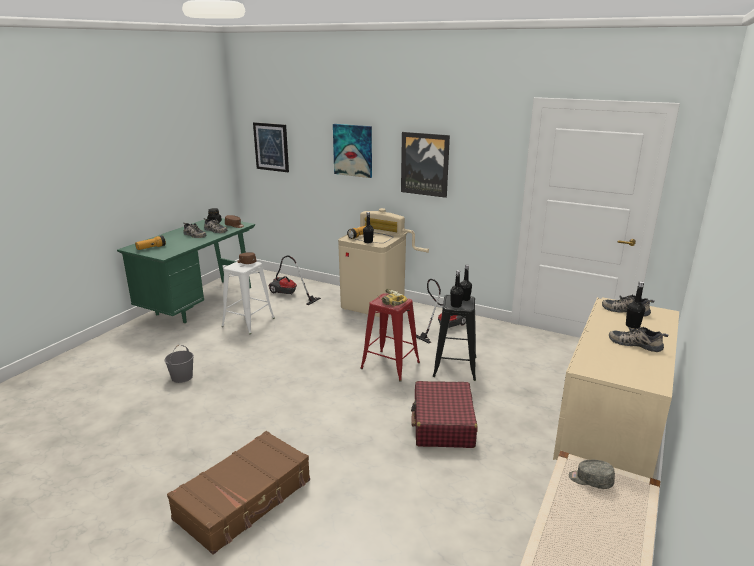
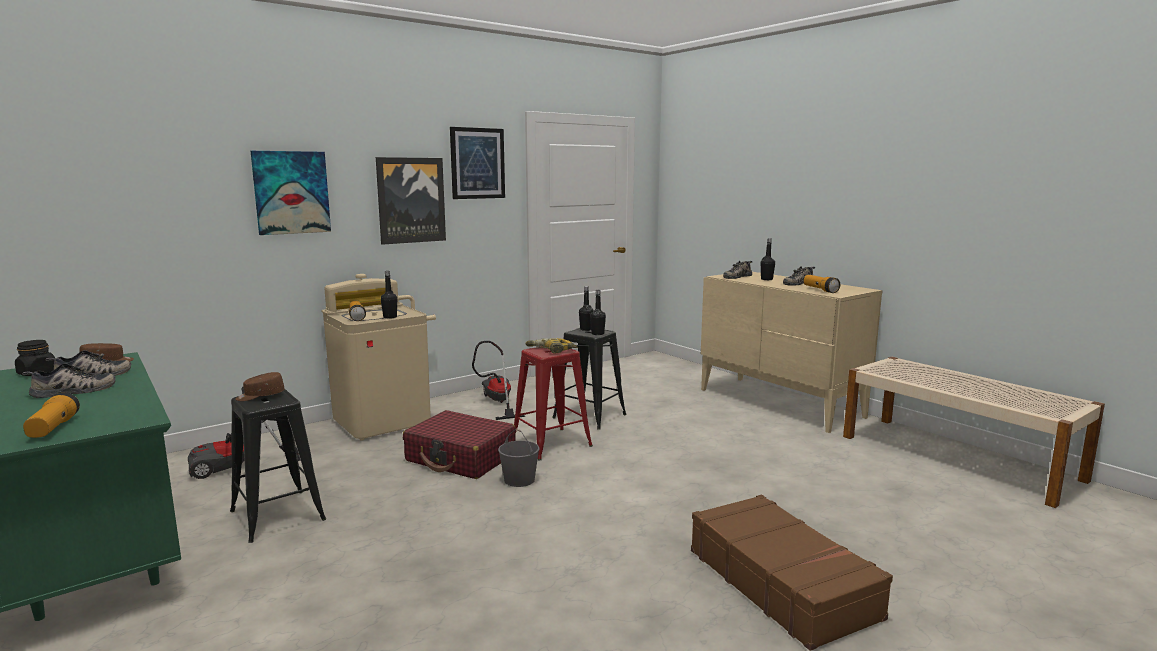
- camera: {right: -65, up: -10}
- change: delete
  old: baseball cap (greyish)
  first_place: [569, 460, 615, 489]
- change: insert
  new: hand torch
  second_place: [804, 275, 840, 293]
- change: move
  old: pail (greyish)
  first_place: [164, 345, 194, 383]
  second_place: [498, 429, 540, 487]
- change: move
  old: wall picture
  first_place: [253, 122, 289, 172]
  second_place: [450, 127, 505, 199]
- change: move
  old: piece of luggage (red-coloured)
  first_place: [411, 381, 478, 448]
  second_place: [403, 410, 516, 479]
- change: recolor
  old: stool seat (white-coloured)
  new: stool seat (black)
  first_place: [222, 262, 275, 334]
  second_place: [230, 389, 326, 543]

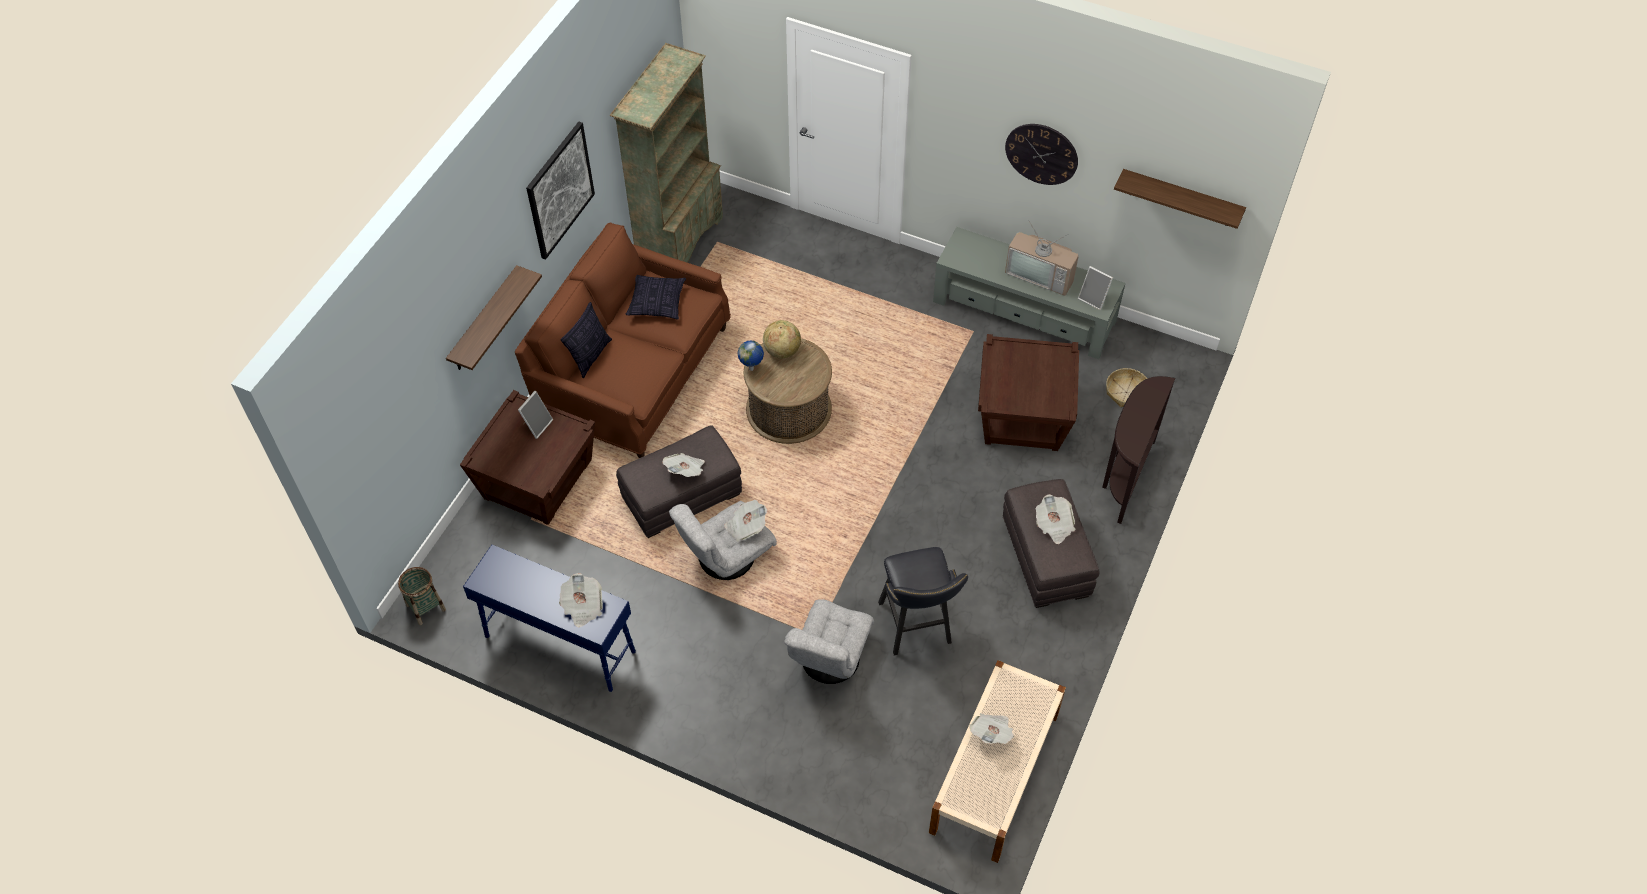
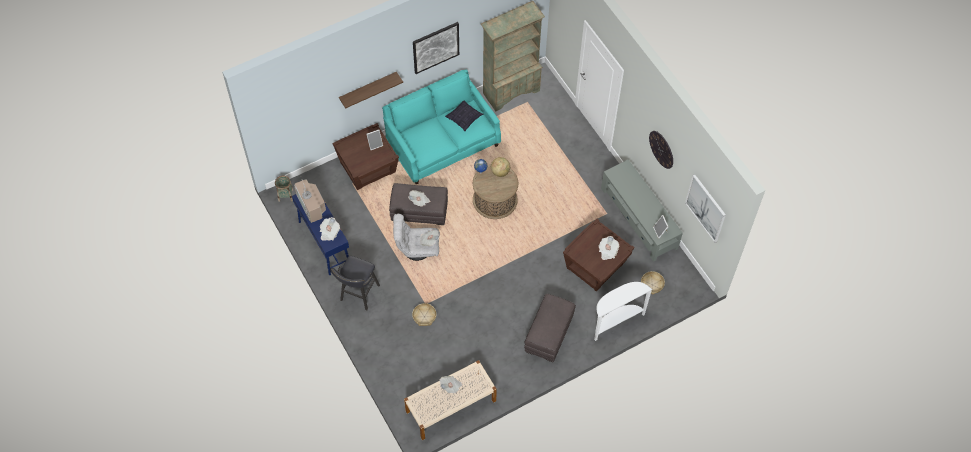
- camera: {right: 35, up: 5}
- change: delete
  old: pillow
  first_place: [561, 302, 612, 378]
- change: move
  old: stool seat (black)
  first_place: [878, 547, 968, 655]
  second_place: [331, 256, 380, 310]
- change: move
  old: television
  first_place: [1005, 220, 1079, 296]
  second_place: [294, 179, 326, 223]
- change: move
  old: printed paper
  first_place: [1036, 494, 1076, 544]
  second_place: [598, 236, 619, 260]
- change: replace
  old: armchair (greyish)
  new: household basket
  first_place: [784, 599, 874, 684]
  second_place: [412, 303, 436, 326]
- change: replace
  old: wall shelf
  new: wall picture
  first_place: [1114, 169, 1246, 229]
  second_place: [685, 174, 726, 243]
- change: recolor
  old: couch (brown)
  new: couch (blue-green)
  first_place: [515, 222, 731, 458]
  second_place: [382, 69, 501, 184]
- change: recolor
  old: hall table (brown)
  new: hall table (white-coloured)
  first_place: [1102, 376, 1175, 524]
  second_place: [594, 282, 653, 341]

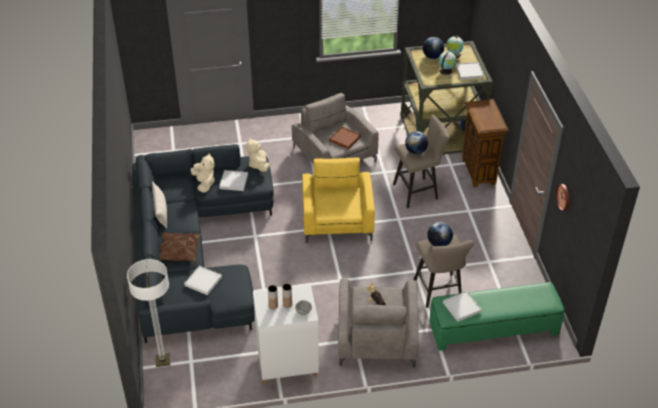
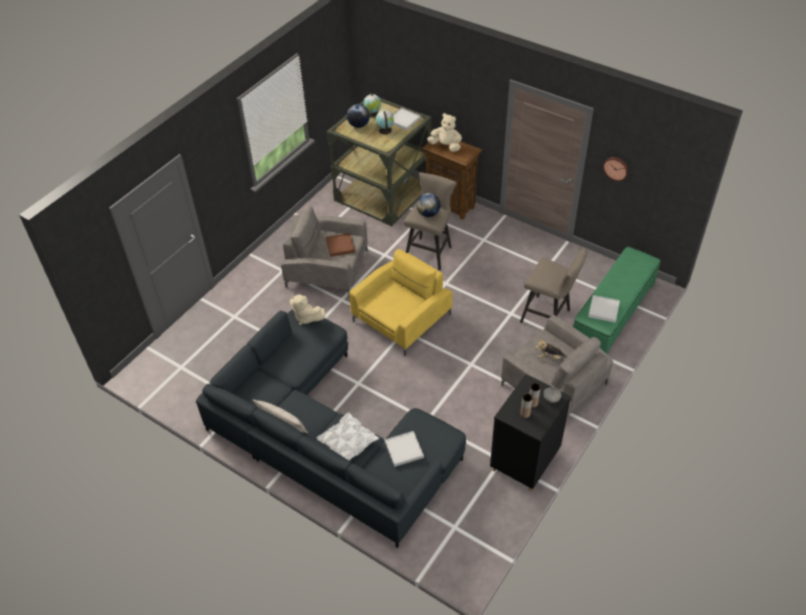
- camera: {right: -45, up: 5}
- change: delete
  old: floor lamp
  first_place: [127, 259, 170, 367]
- change: delete
  old: tray (white-coloured)
  first_place: [219, 170, 248, 191]
- change: delete
  old: world globe
  first_place: [427, 222, 453, 246]
- change: move
  old: soft toy (sand-coloured)
  first_place: [191, 153, 215, 193]
  second_place: [427, 113, 462, 152]
- change: recolor
  old: pillow (brown)
  new: pillow (white-coloured)
  first_place: [160, 232, 200, 262]
  second_place: [317, 412, 379, 461]
- change: recolor
  old: dresser (white-coloured)
  new: dresser (black)
  first_place: [253, 285, 319, 384]
  second_place: [490, 374, 571, 491]
- change: rotate
  old: armchair (yellow-coloured)
  first_place: [302, 157, 375, 243]
  second_place: [349, 249, 452, 356]
  degrees: 90

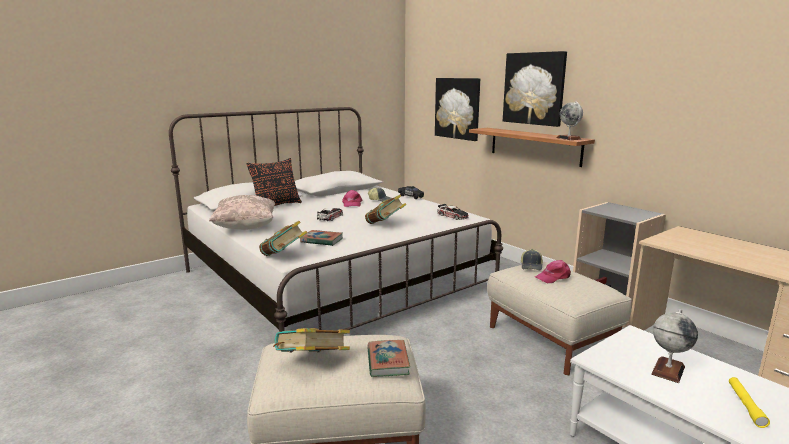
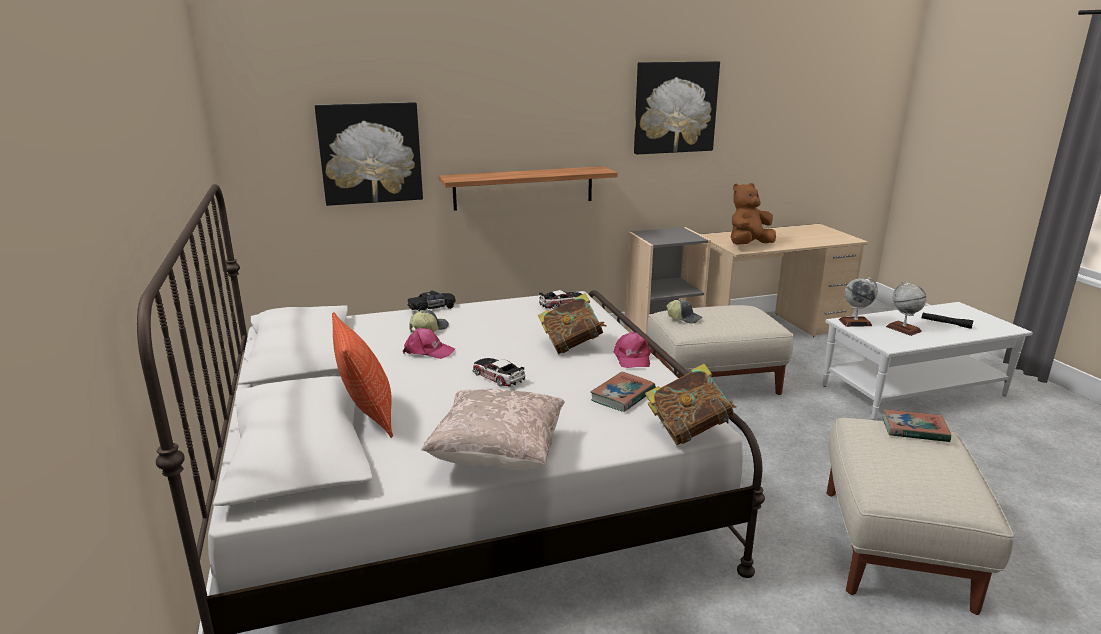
- camera: {right: -70, up: 5}
- change: delete
  old: volume
  first_place: [273, 328, 350, 353]
- change: insert
  new: soft toy (brown)
  second_place: [731, 183, 776, 245]
- change: move
  old: wall picture
  first_place: [503, 51, 567, 127]
  second_place: [634, 61, 720, 155]
- change: move
  old: baseball cap (pink)
  first_place: [535, 260, 571, 283]
  second_place: [614, 332, 651, 368]
- change: move
  old: world globe
  first_place: [557, 101, 583, 140]
  second_place: [839, 277, 878, 327]
- change: recolor
  old: pillow (black)
  new: pillow (orange-coloured)
  first_place: [246, 158, 302, 206]
  second_place: [332, 312, 393, 438]
- change: recolor
  old: hand torch (yellow-coloured)
  new: hand torch (black)
  first_place: [729, 377, 770, 428]
  second_place: [922, 313, 974, 329]

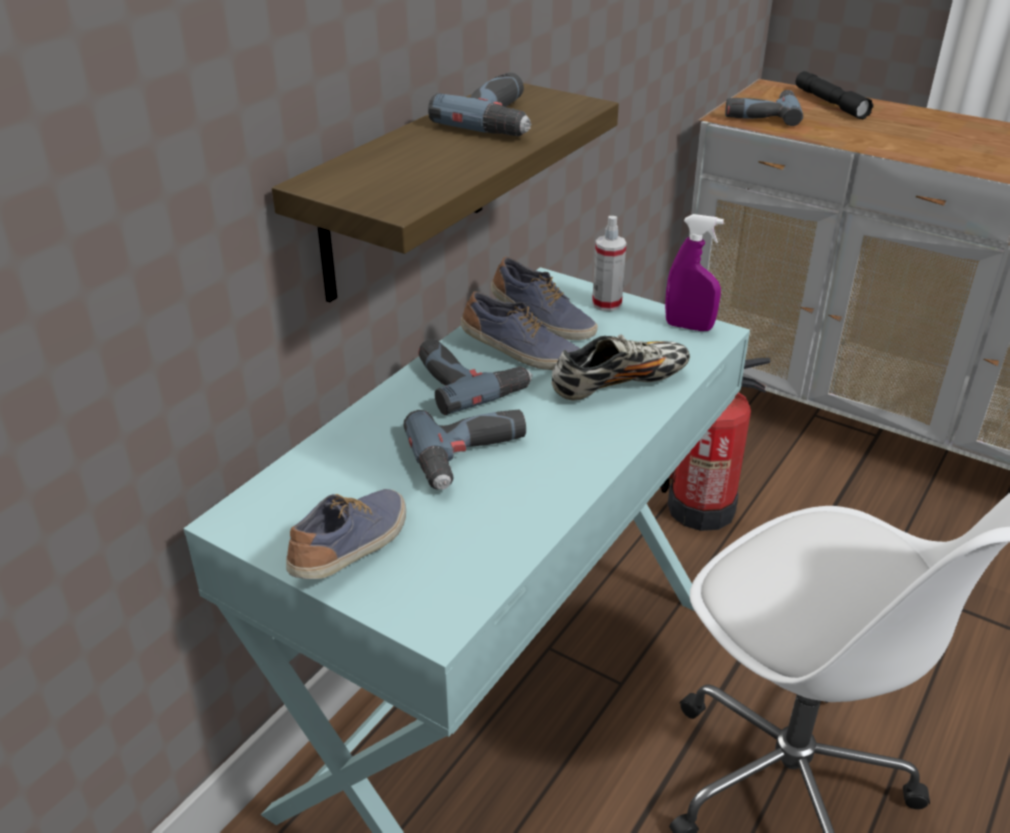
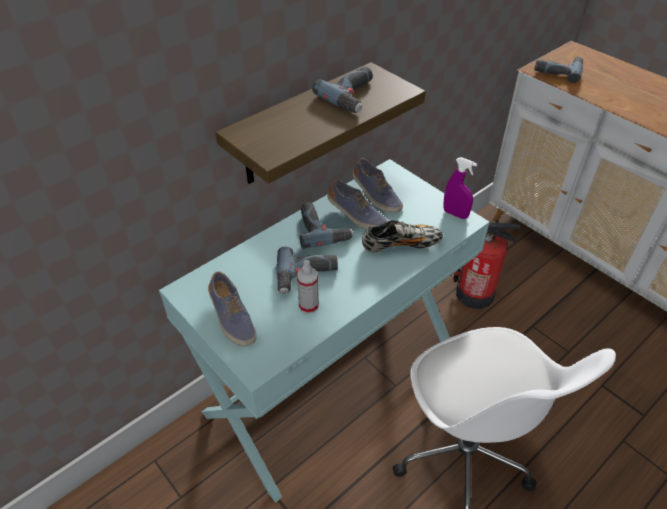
- camera: {right: 15, up: 10}
- change: delete
  old: hand torch (black)
  first_place: [796, 71, 873, 119]
- change: move
  old: spray bottle
  first_place: [592, 216, 626, 311]
  second_place: [297, 260, 319, 314]
- change: rotate
  old: low shoe
  first_place: [286, 489, 406, 579]
  second_place: [208, 271, 257, 346]
  degrees: 105

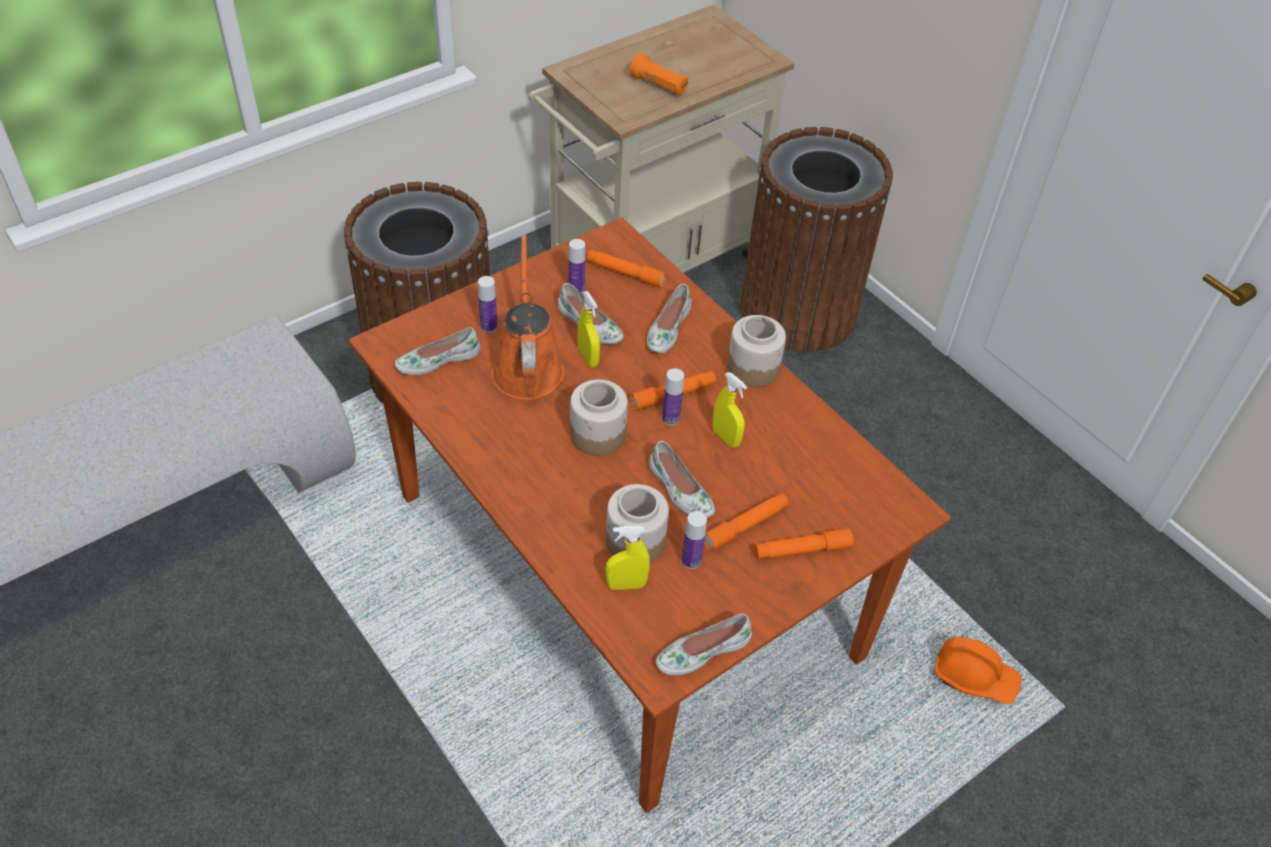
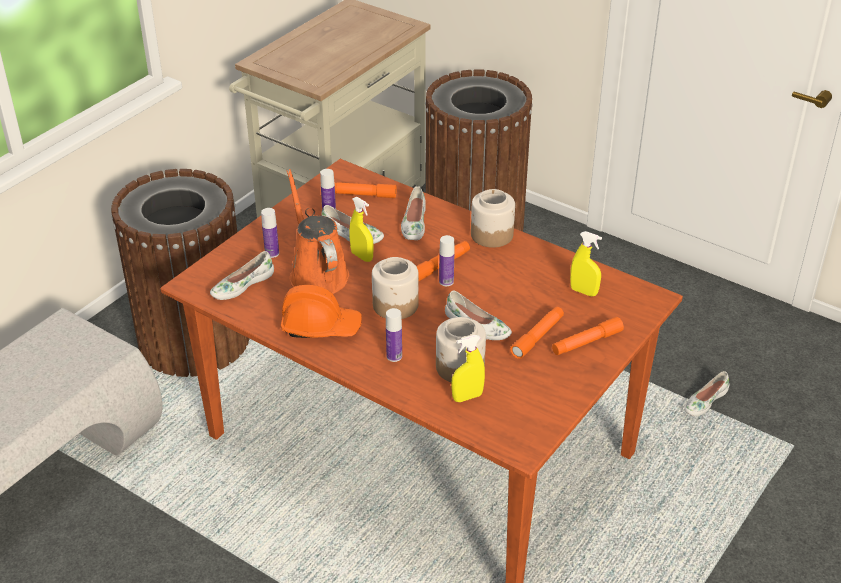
- camera: {right: -15, up: -10}
- change: delete
  old: hand torch (orange-coloured)
  first_place: [629, 53, 688, 95]
- change: move
  old: low shoe (white-coloured)
  first_place: [656, 614, 752, 675]
  second_place: [684, 371, 729, 417]
- change: move
  old: bottle
  first_place: [682, 511, 707, 569]
  second_place: [386, 308, 402, 362]
- change: move
  old: spray bottle (yellow-coloured)
  first_place: [712, 372, 747, 448]
  second_place: [570, 231, 602, 296]
- change: move
  old: hard hat (orange-coloured)
  first_place: [934, 637, 1021, 704]
  second_place: [281, 285, 362, 338]

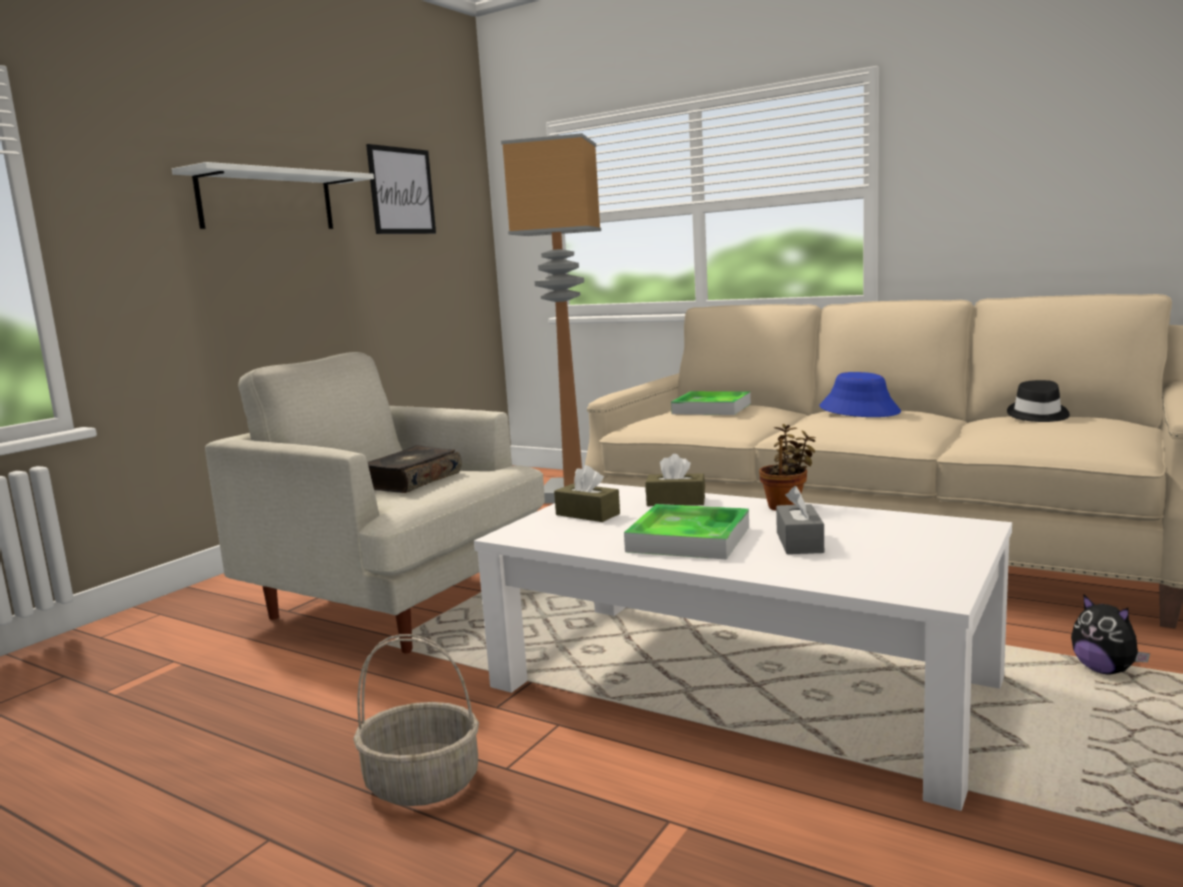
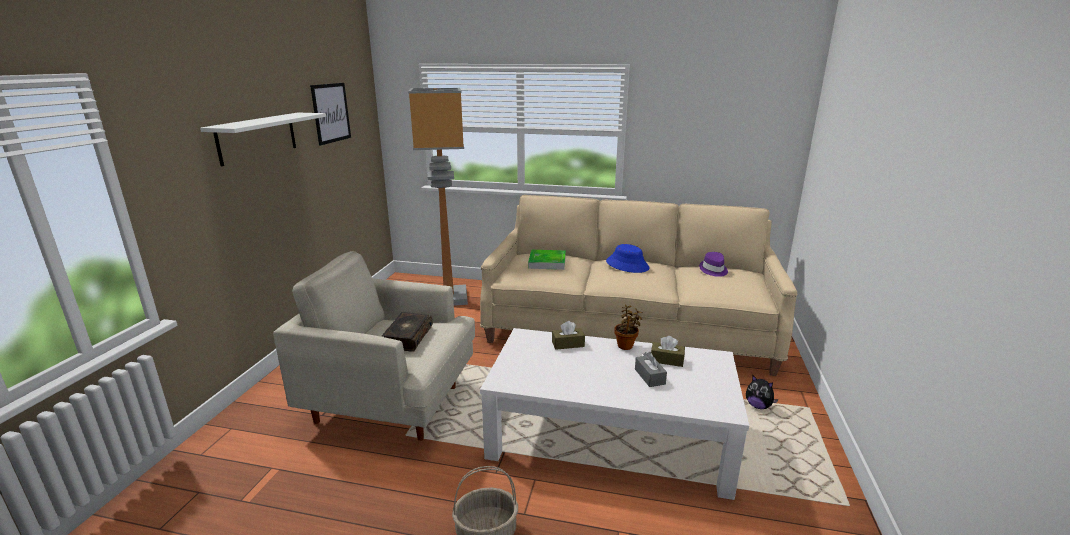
- camera: {right: -20, up: 10}
- change: delete
  old: tray
  first_place: [624, 504, 749, 560]
- change: move
  old: tissue box (brown)
  first_place: [554, 465, 620, 522]
  second_place: [651, 336, 685, 367]
- change: recolor
  old: wearable hat (black)
  new: wearable hat (purple)
  first_place: [1007, 380, 1070, 422]
  second_place: [699, 252, 728, 277]

